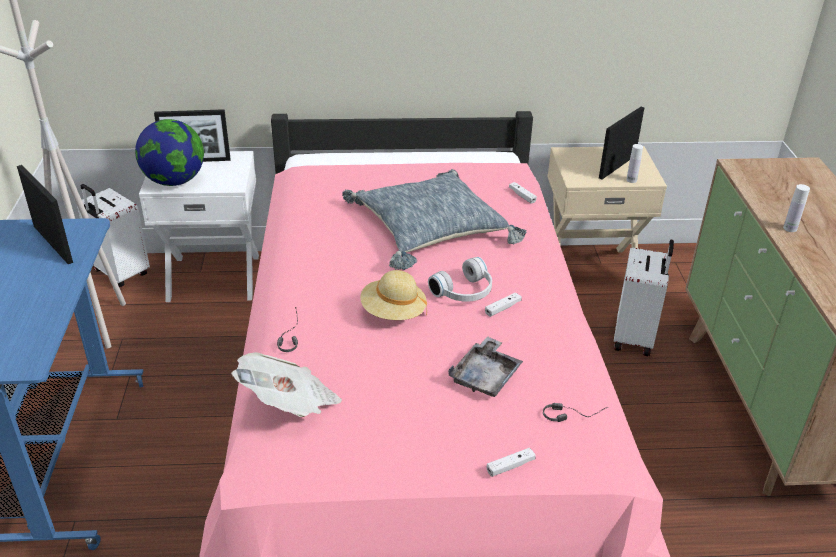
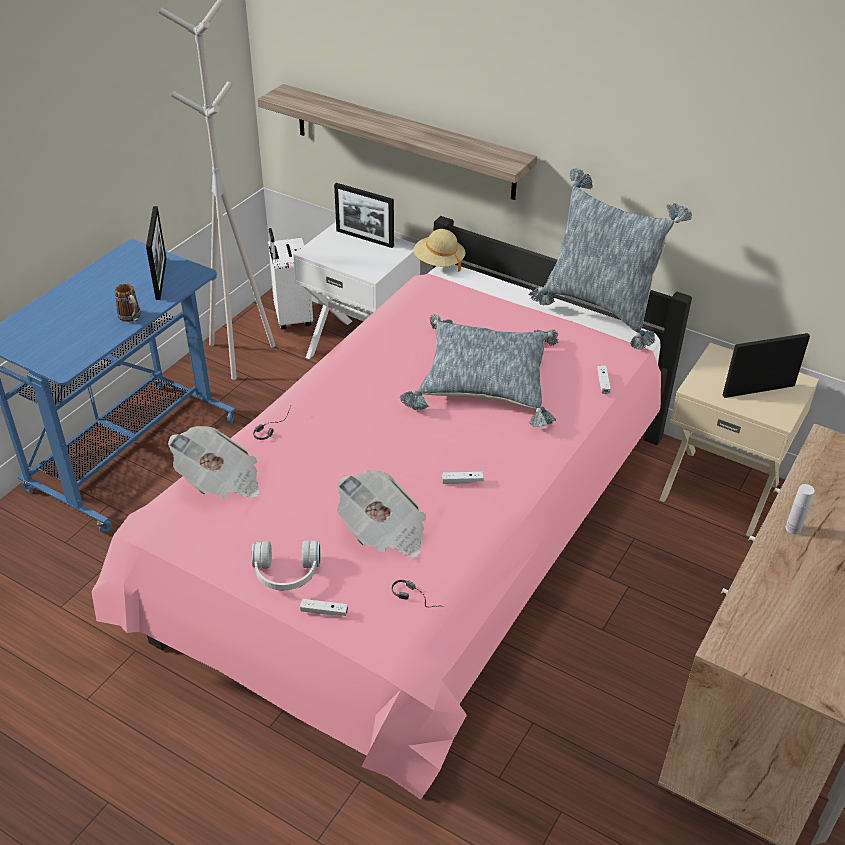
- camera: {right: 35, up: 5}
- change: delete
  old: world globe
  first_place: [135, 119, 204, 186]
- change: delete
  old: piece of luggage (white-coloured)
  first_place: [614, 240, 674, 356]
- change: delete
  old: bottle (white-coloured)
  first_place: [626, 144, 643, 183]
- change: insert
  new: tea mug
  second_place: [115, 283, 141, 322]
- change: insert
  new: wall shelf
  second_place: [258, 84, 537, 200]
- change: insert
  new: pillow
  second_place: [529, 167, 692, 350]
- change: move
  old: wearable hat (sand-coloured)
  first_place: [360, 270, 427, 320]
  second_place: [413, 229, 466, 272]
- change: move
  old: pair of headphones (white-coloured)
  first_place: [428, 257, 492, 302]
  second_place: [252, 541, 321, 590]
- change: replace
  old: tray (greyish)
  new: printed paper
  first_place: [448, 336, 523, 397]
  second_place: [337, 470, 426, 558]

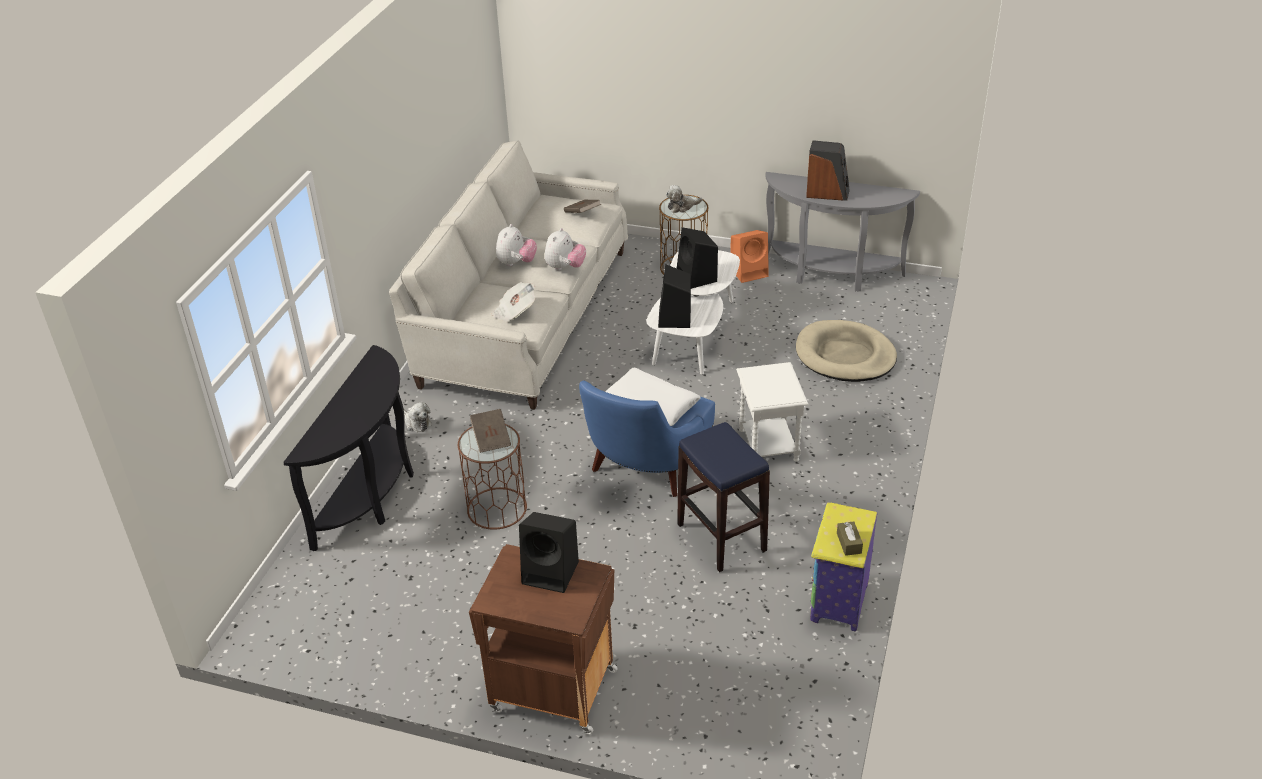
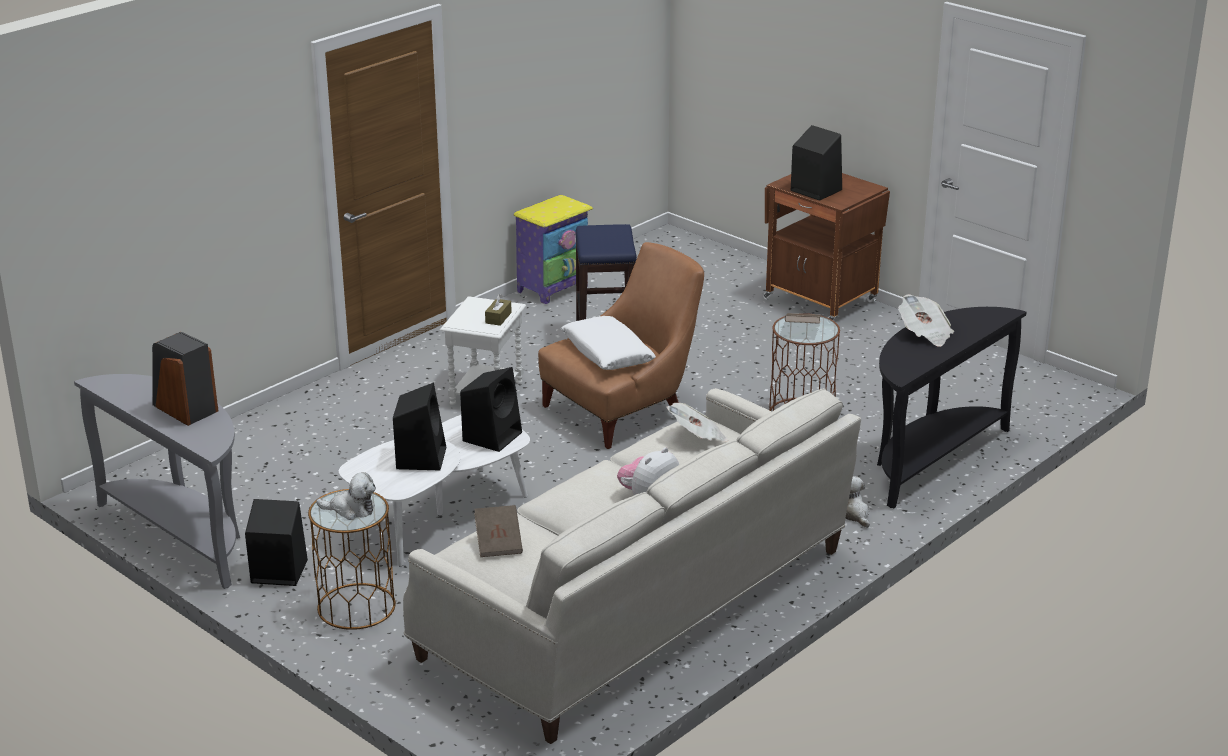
- camera: {right: -155, up: -10}
- change: delete
  old: soft toy
  first_place: [545, 228, 586, 271]
- change: delete
  old: dog cushion (sand-coloured)
  first_place: [796, 320, 897, 382]
- change: insert
  new: printed paper
  second_place: [898, 294, 954, 347]
- change: move
  old: tissue box (brown)
  first_place: [837, 522, 863, 556]
  second_place: [485, 294, 512, 326]
- change: recolor
  old: armchair (blue-coloured)
  new: armchair (brown)
  first_place: [579, 380, 715, 497]
  second_place: [538, 242, 704, 449]
- change: recolor
  old: loudspeaker (orange-coloured)
  new: loudspeaker (black)
  first_place: [730, 230, 769, 283]
  second_place: [245, 499, 308, 586]

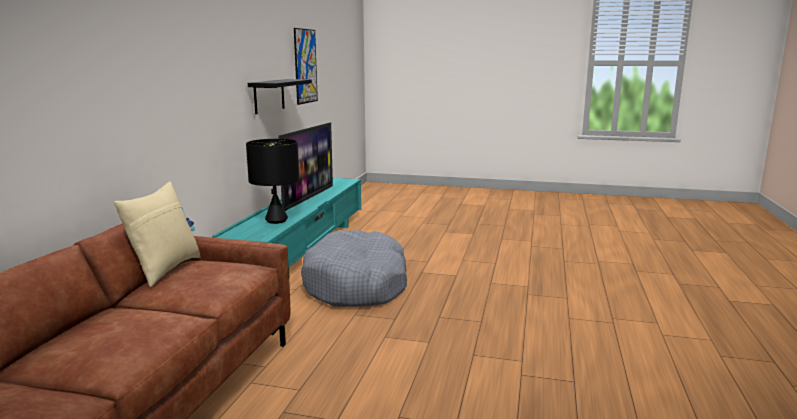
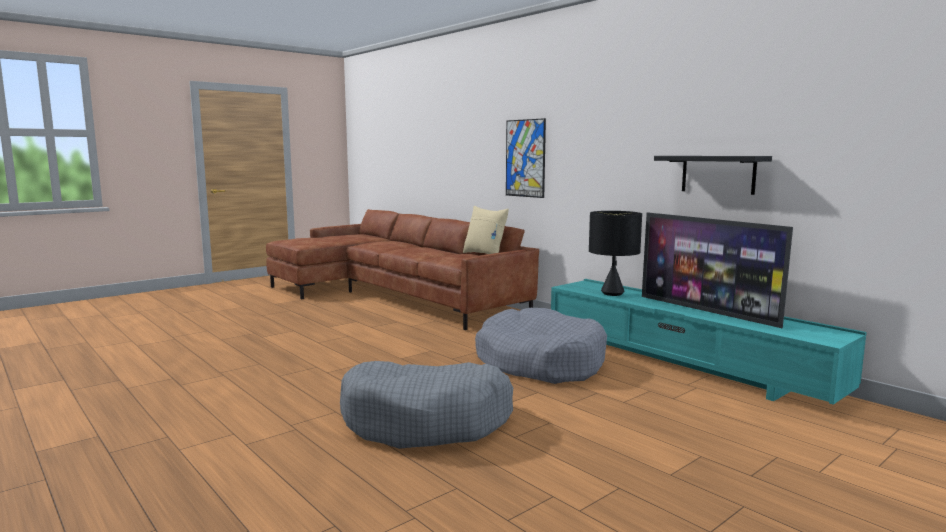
- camera: {right: 125, up: -5}
- change: insert
  new: dog cushion (greyish)
  second_place: [340, 361, 513, 449]
- change: move
  old: wall picture
  first_place: [294, 28, 318, 105]
  second_place: [506, 118, 546, 198]

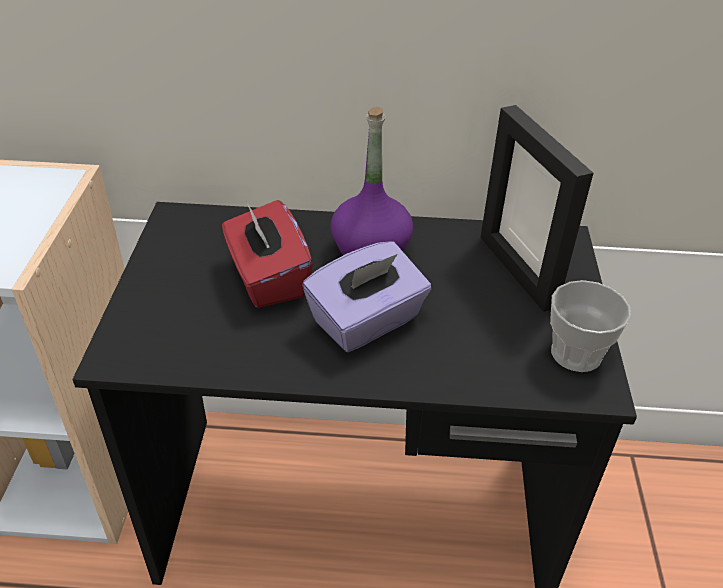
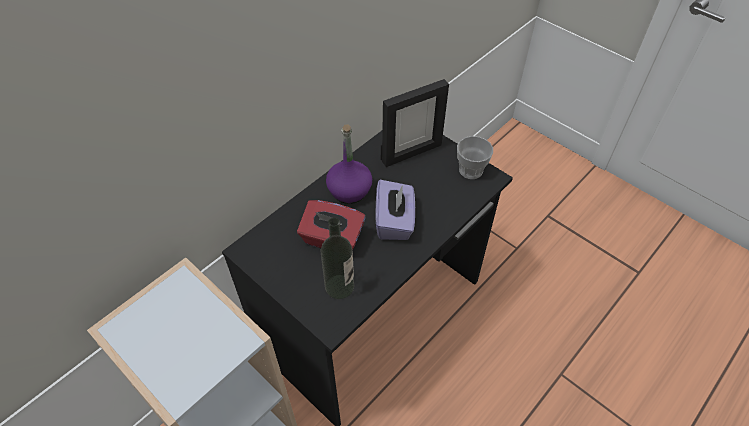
- camera: {right: -50, up: 10}
- change: insert
  new: bottle
  second_place: [321, 218, 354, 299]
- change: rotate
  old: photo frame
  first_place: [481, 105, 593, 312]
  second_place: [381, 79, 449, 167]
  degrees: -45

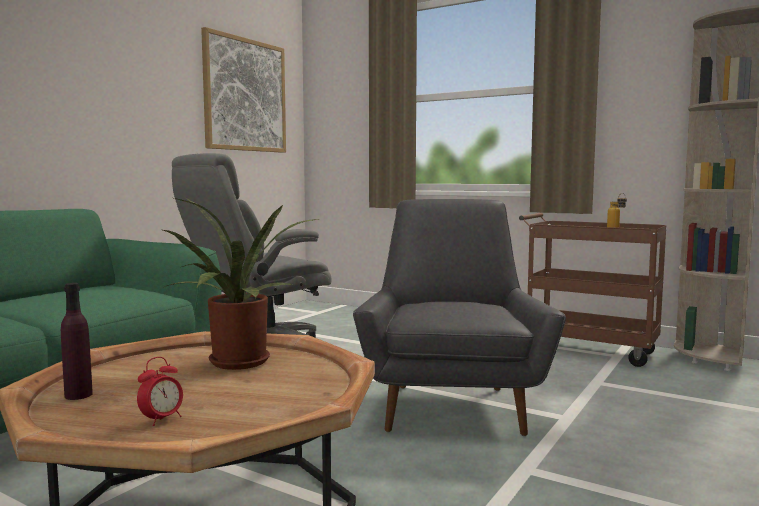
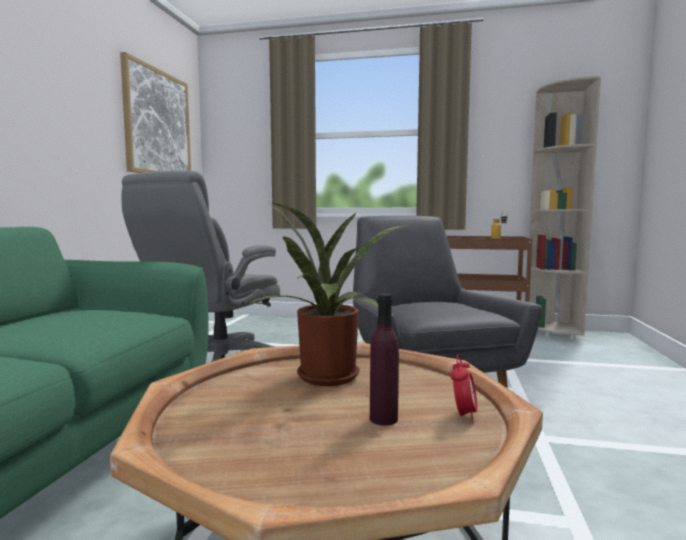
- camera: {right: -20, up: 0}
- change: move
  old: bottle (purple)
  first_place: [61, 283, 93, 400]
  second_place: [370, 293, 399, 426]
- change: move
  old: table clock
  first_place: [137, 357, 183, 426]
  second_place: [450, 354, 478, 423]

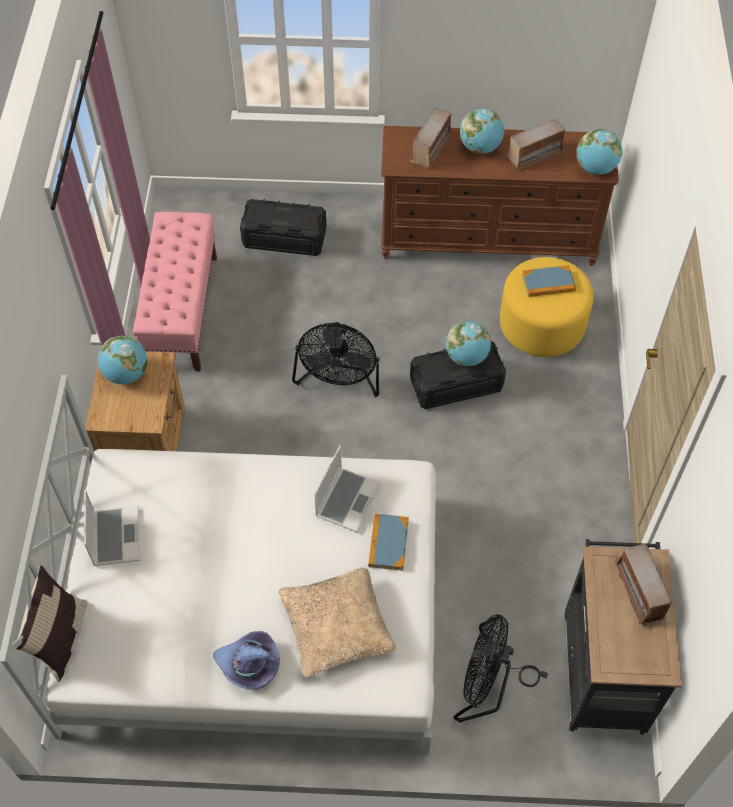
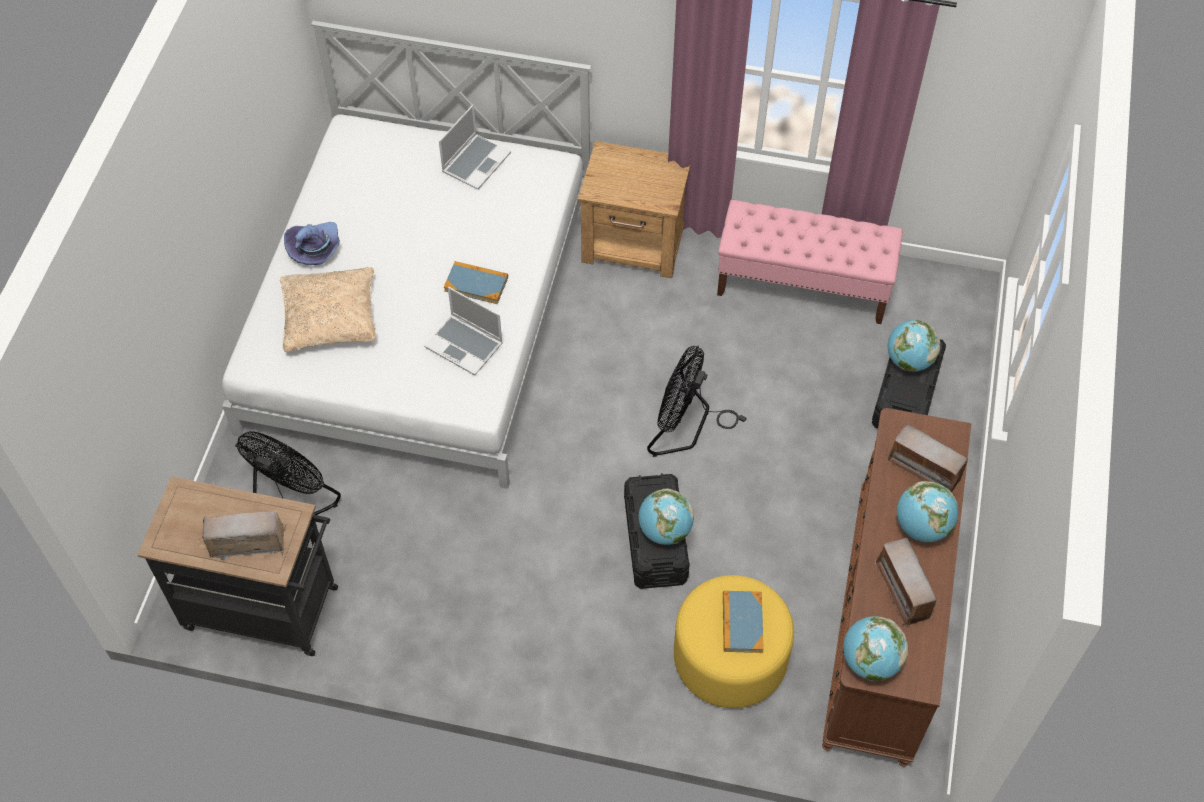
- camera: {right: 100, up: 0}
- change: delete
  old: pillow
  first_place: [16, 565, 88, 682]
- change: move
  old: world globe
  first_place: [98, 336, 148, 384]
  second_place: [888, 320, 940, 372]
- change: move
  old: volume
  first_place: [368, 514, 409, 571]
  second_place: [444, 261, 508, 304]
- change: rotate
  old: notebook computer
  first_place: [84, 489, 140, 566]
  second_place: [439, 105, 511, 190]
  degrees: -60

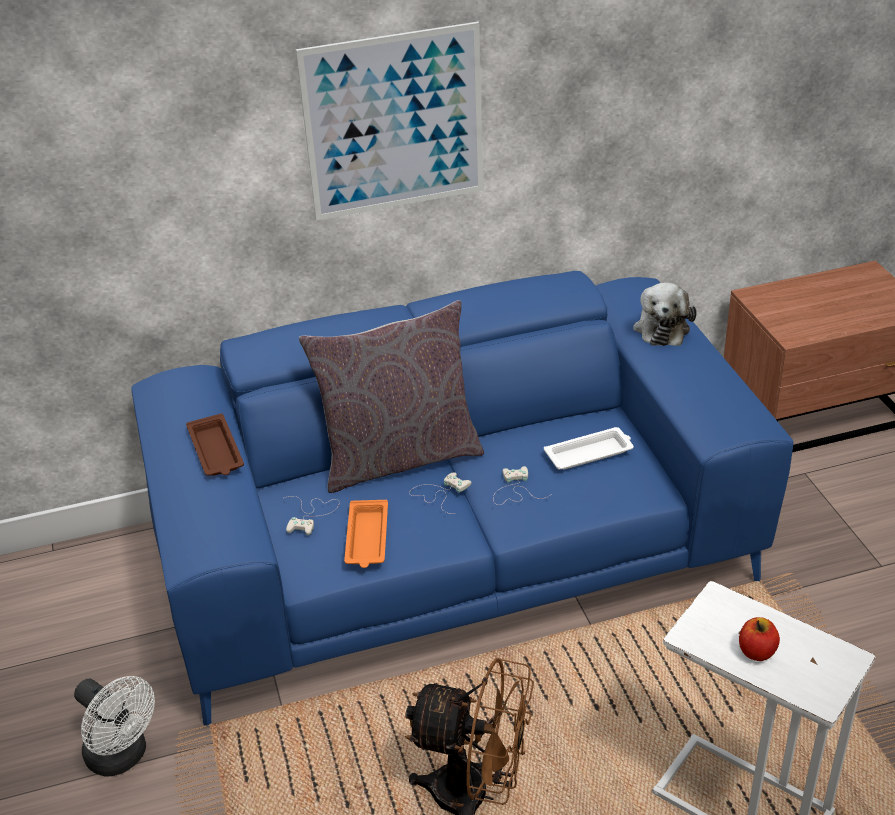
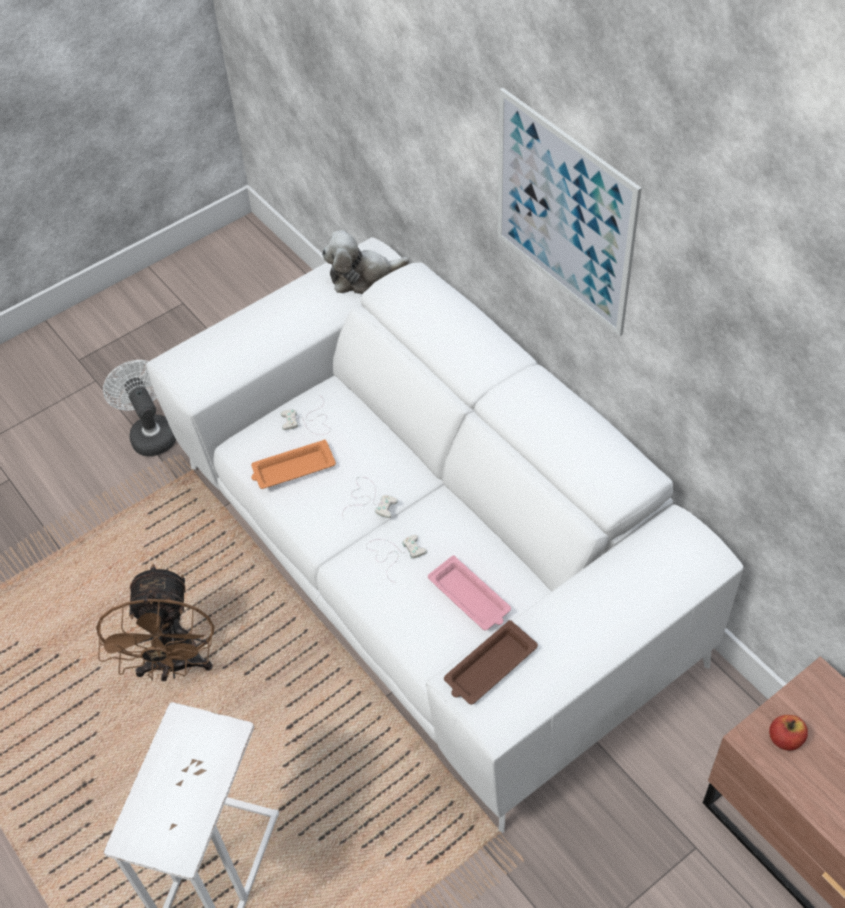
- camera: {right: 70, up: 15}
- change: delete
  old: pillow (greyish)
  first_place: [299, 300, 484, 493]
- change: move
  old: tray (brown)
  first_place: [186, 413, 244, 476]
  second_place: [444, 620, 538, 704]
- change: move
  old: soft toy
  first_place: [633, 282, 696, 346]
  second_place: [322, 230, 410, 294]
- change: move
  old: apple
  first_place: [739, 617, 780, 661]
  second_place: [769, 715, 808, 751]
- change: recolor
  old: couch (blue-coloured)
  new: couch (white-coloured)
  first_place: [131, 271, 794, 727]
  second_place: [146, 237, 744, 832]
- change: recolor
  old: tray (white-coloured)
  new: tray (pink)
  first_place: [544, 427, 634, 470]
  second_place: [428, 555, 511, 630]
- change: rotate
  old: cooling fan (white-coloured)
  first_place: [74, 676, 155, 776]
  second_place: [103, 360, 176, 456]
  degrees: 135

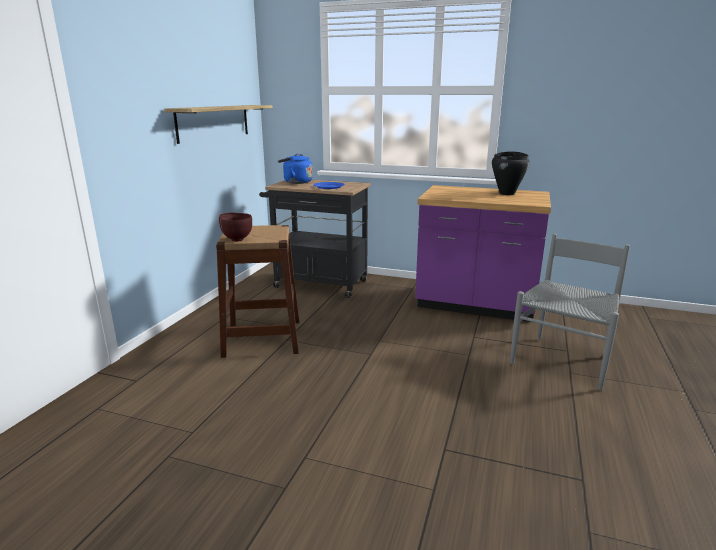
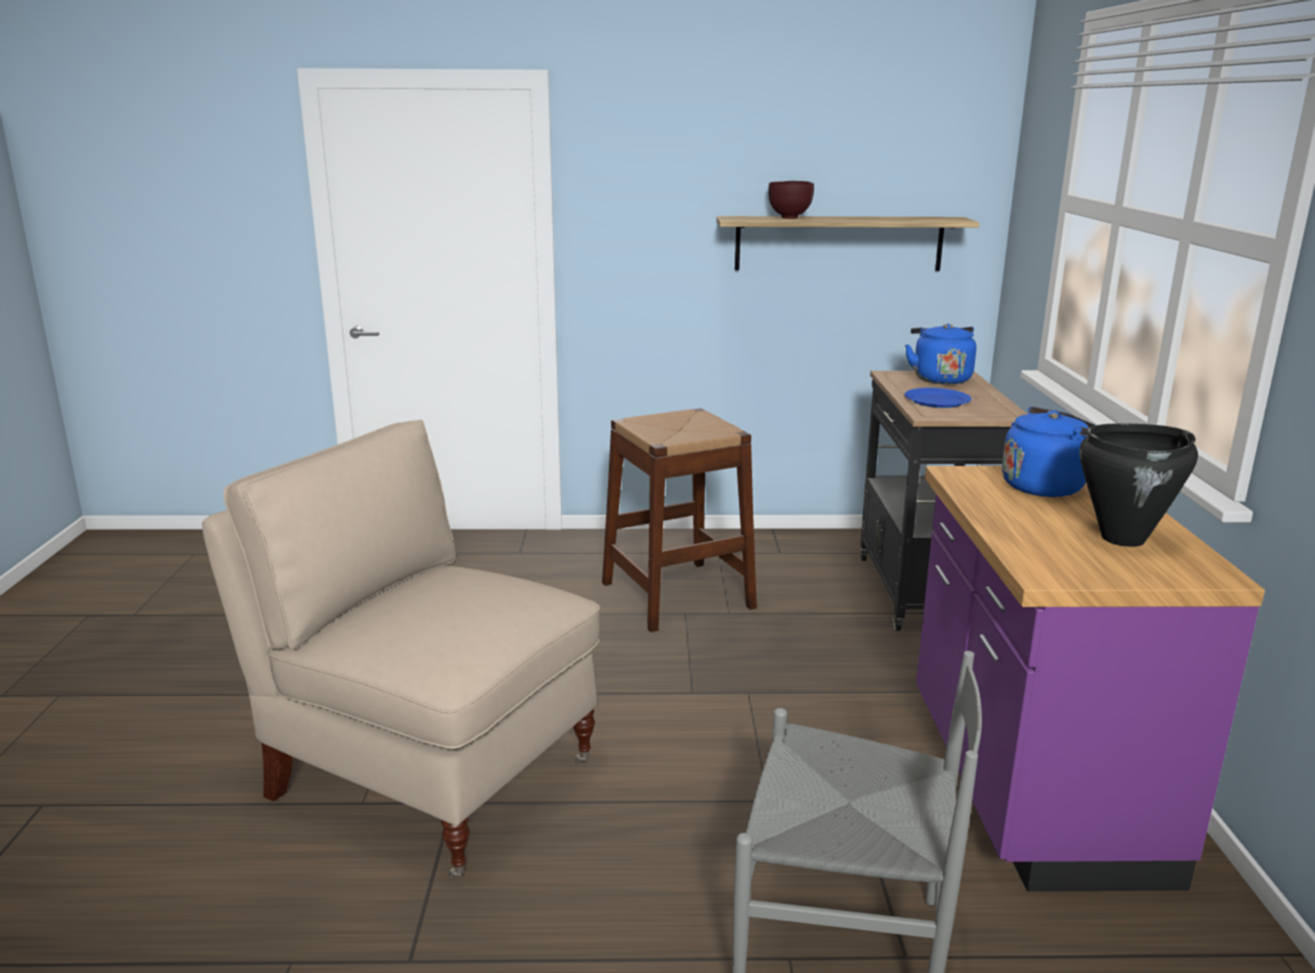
- camera: {right: 70, up: 0}
- change: insert
  new: chair (sand-coloured)
  second_place: [202, 420, 600, 878]
- change: insert
  new: water kettle (blue-coloured)
  second_place: [1002, 406, 1096, 497]
- change: move
  old: bowl (brown)
  first_place: [219, 213, 252, 242]
  second_place: [768, 181, 814, 219]

